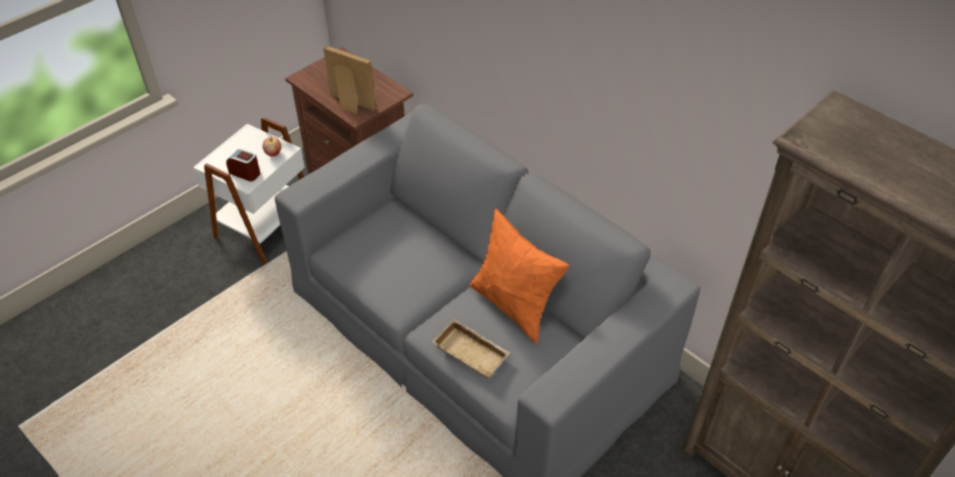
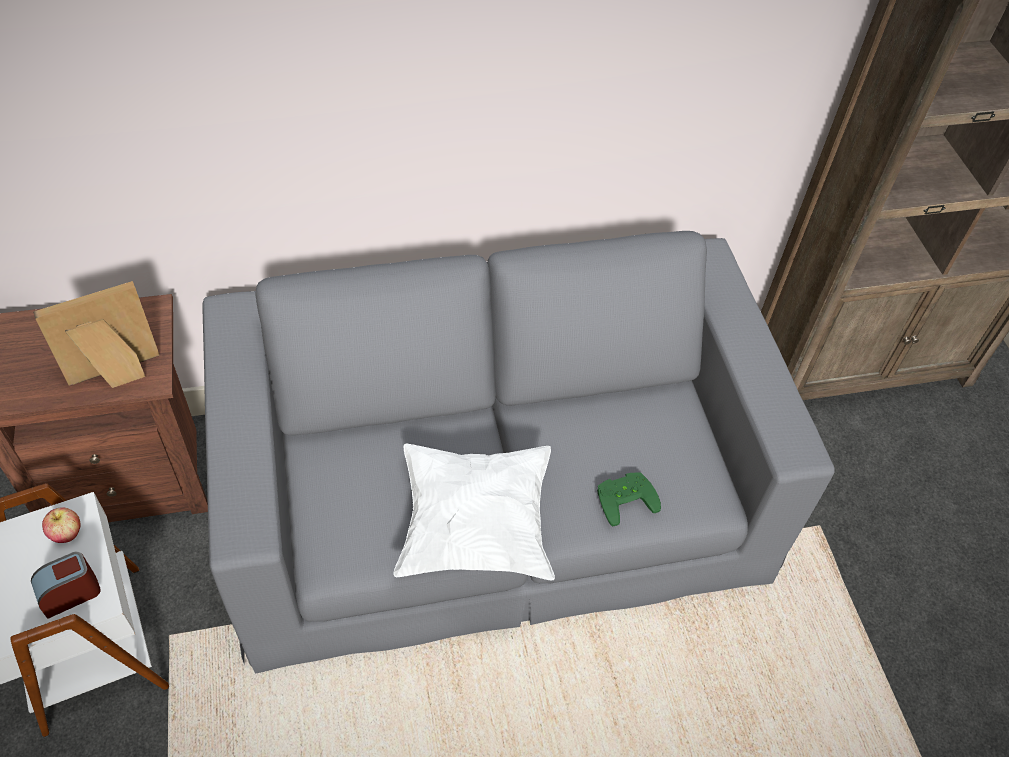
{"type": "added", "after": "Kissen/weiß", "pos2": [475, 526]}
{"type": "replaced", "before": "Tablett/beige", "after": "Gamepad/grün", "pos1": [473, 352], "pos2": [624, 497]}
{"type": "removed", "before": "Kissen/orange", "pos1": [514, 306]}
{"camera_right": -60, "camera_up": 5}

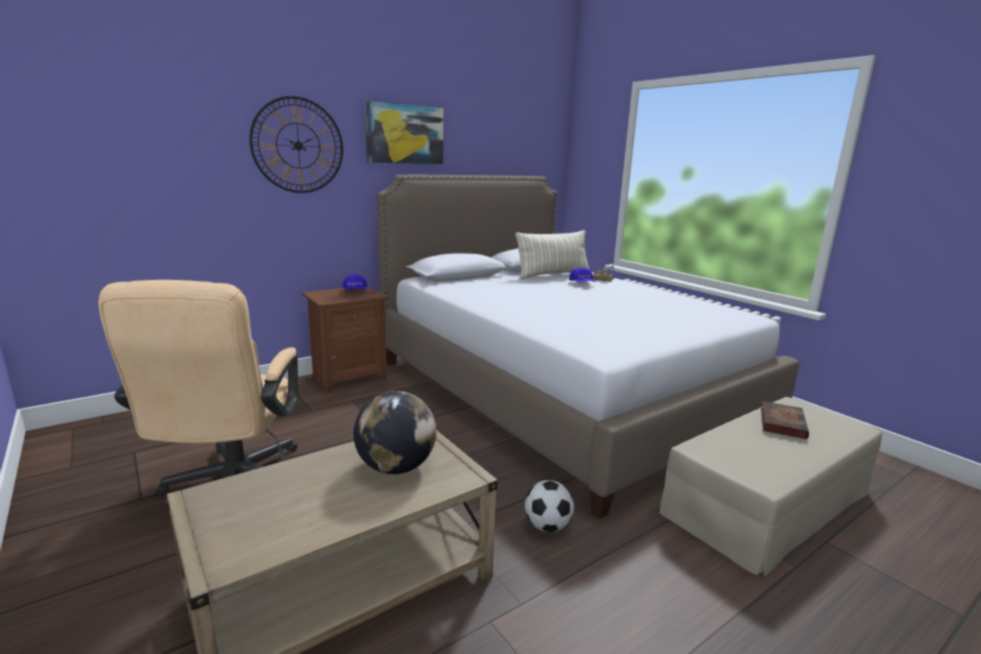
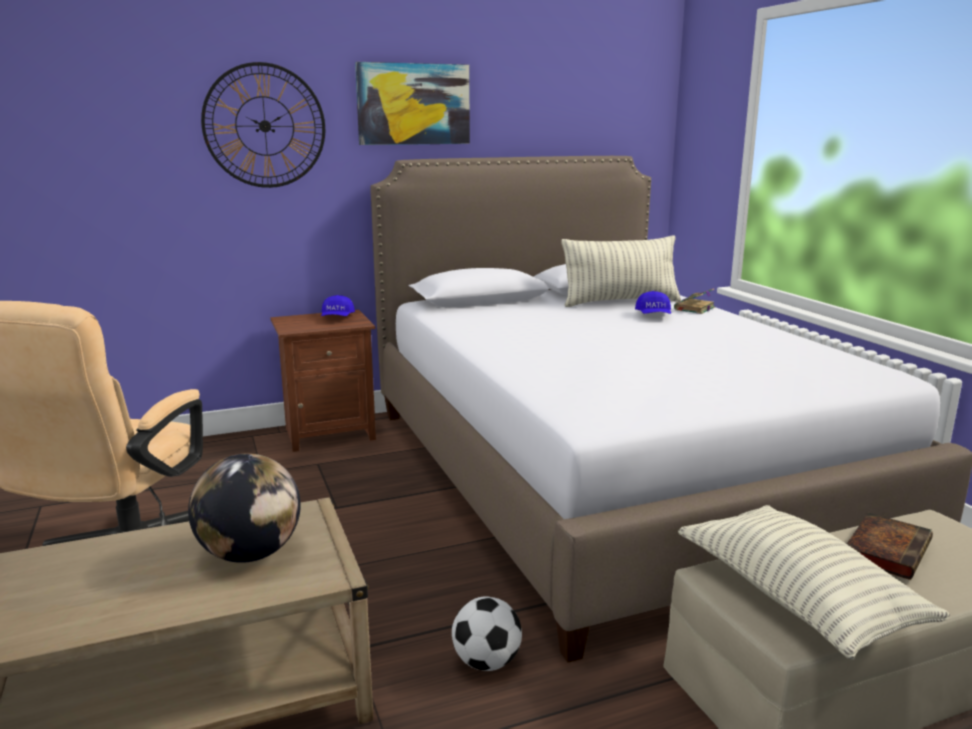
{"type": "added", "after": "Kissen", "pos2": [797, 599]}
{"camera_right": 15, "camera_up": 0}

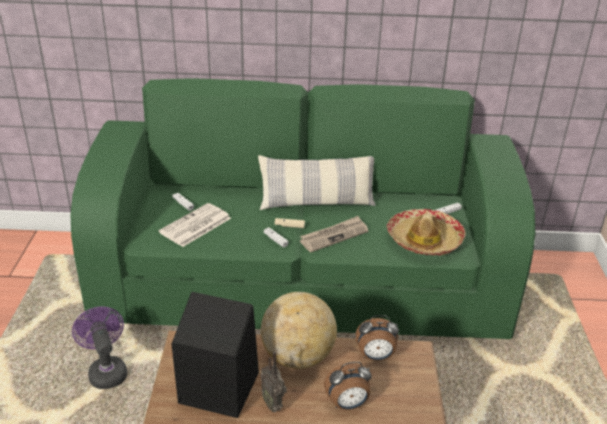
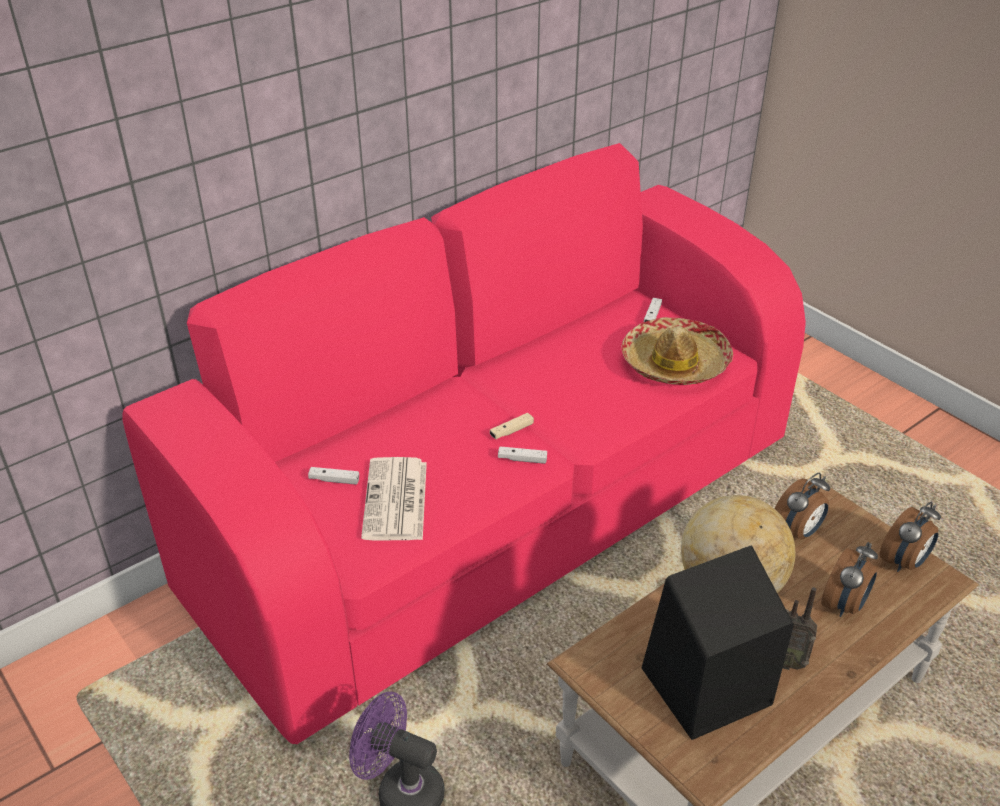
{"type": "recoloured", "before": "Sofa/grün", "after": "Sofa/rosa", "pos1": [302, 287], "pos2": [500, 511]}
{"type": "added", "after": "Wecker", "pos2": [904, 562]}
{"type": "removed", "before": "Kissen", "pos1": [317, 203]}
{"type": "removed", "before": "Zeitung", "pos1": [334, 236]}
{"camera_right": -40, "camera_up": 5}

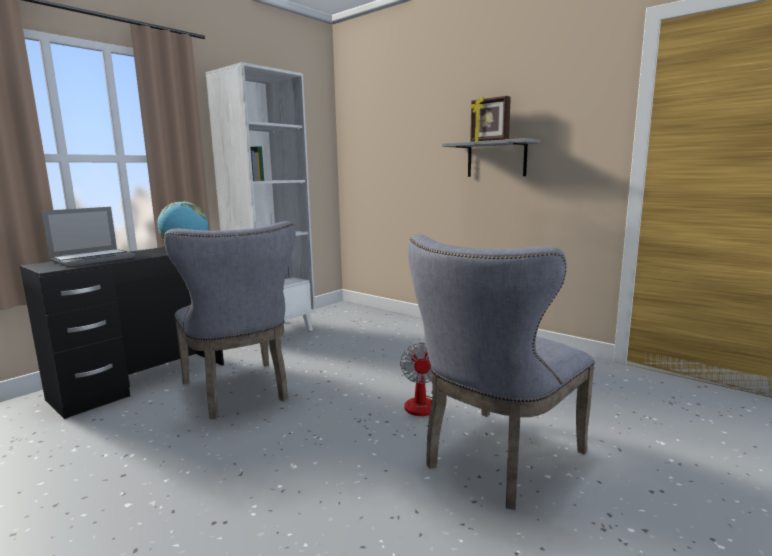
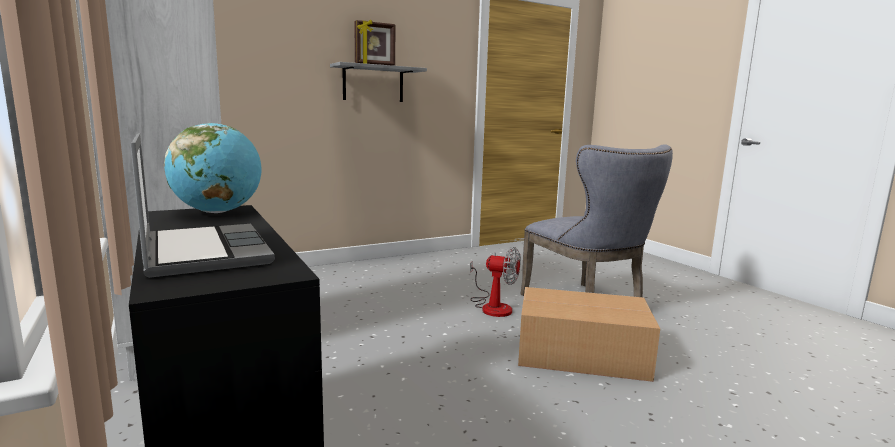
{"type": "added", "after": "Karton", "pos2": [583, 354]}
{"type": "removed", "before": "Stuhl/grau", "pos1": [240, 392]}
{"camera_right": -70, "camera_up": 0}

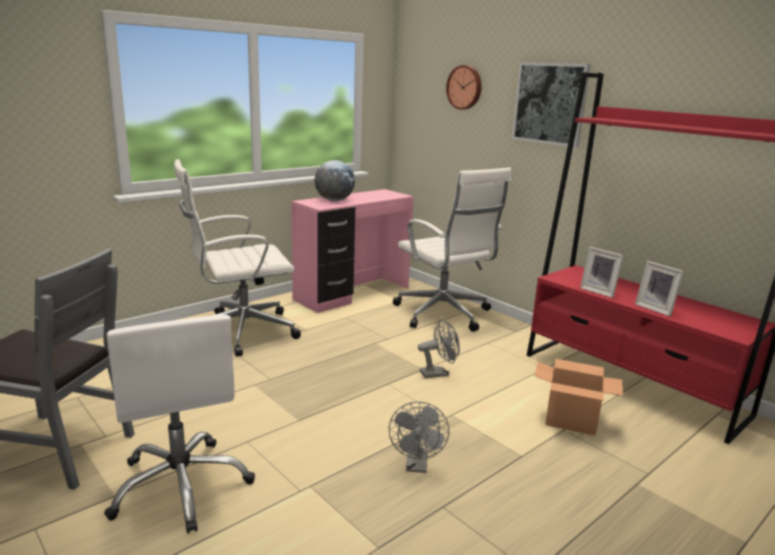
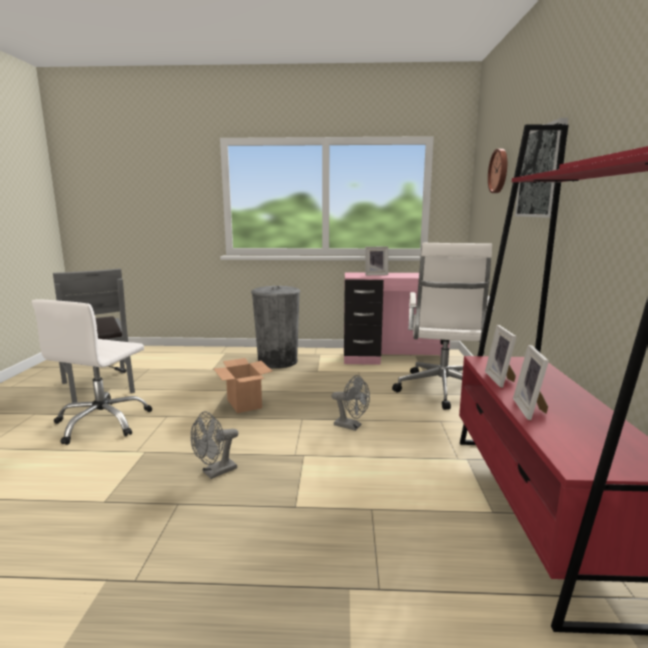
{"type": "moved", "before": "Karton", "pos1": [571, 421], "pos2": [244, 404]}
{"type": "replaced", "before": "Bürostuhl/weiß", "after": "Mülleimer/grau", "pos1": [240, 331], "pos2": [277, 361]}
{"type": "replaced", "before": "Globus", "after": "Bilderrahmen", "pos1": [334, 200], "pos2": [375, 274]}
{"camera_right": 45, "camera_up": -5}

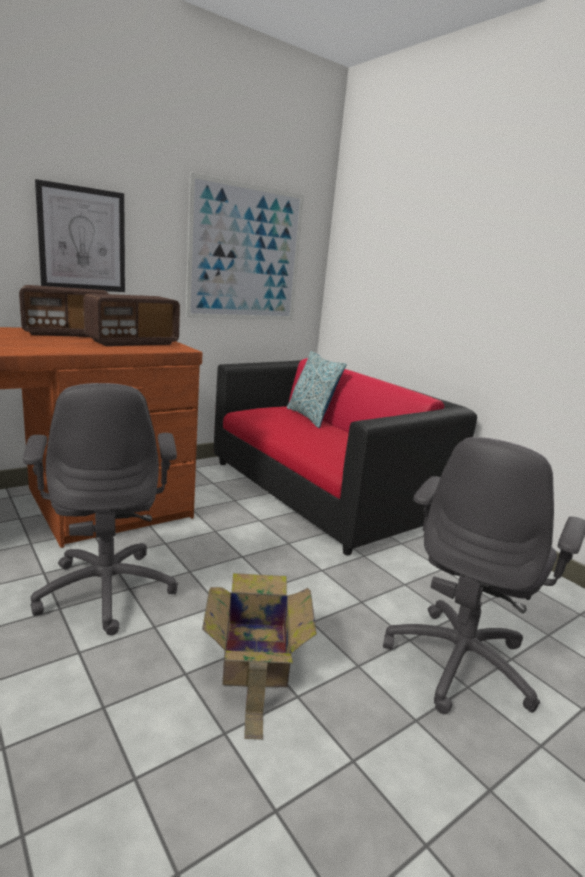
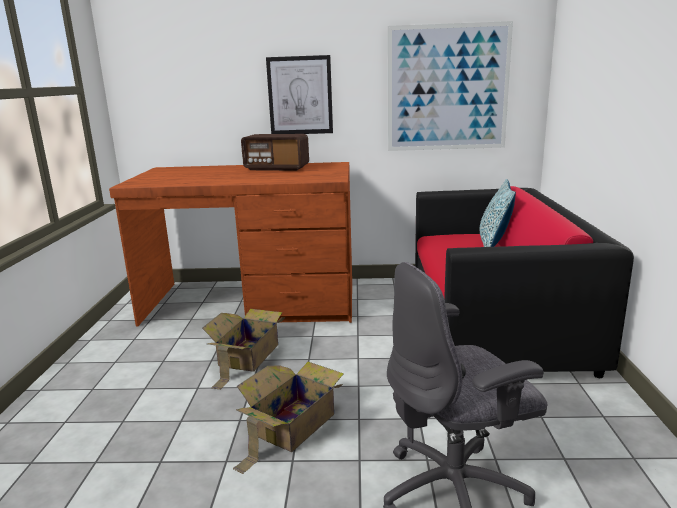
{"type": "replaced", "before": "Bürostuhl/grau", "after": "Karton", "pos1": [107, 589], "pos2": [247, 356]}
{"type": "removed", "before": "Radio", "pos1": [132, 342]}
{"camera_right": 40, "camera_up": 0}

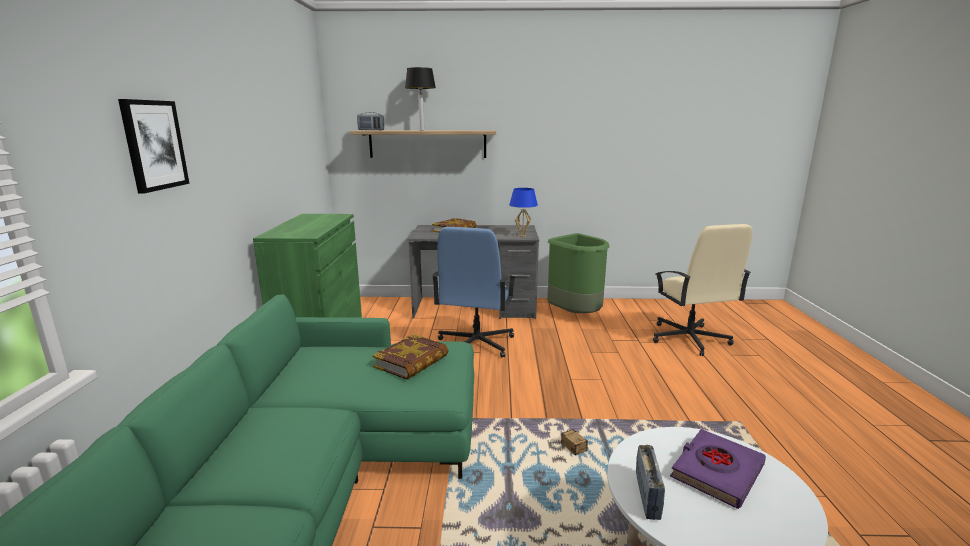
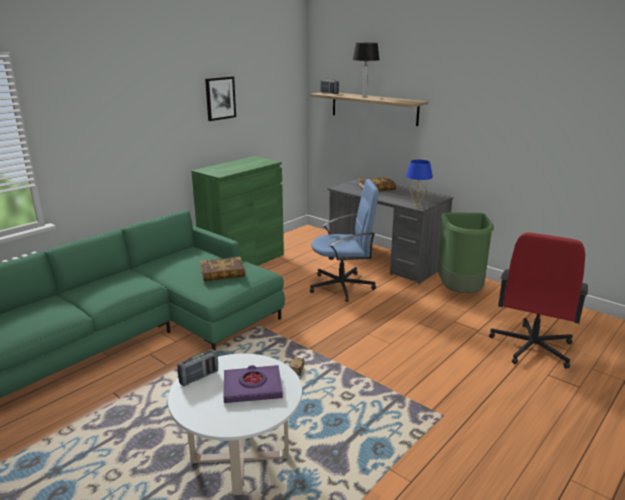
{"type": "moved", "before": "Bild", "pos1": [154, 145], "pos2": [220, 98]}
{"type": "turned", "before": "Bürostuhl/blau", "pos1": [475, 344], "pos2": [342, 286], "turn": -150}
{"type": "recoloured", "before": "Bürostuhl/beige", "after": "Bürostuhl/rot", "pos1": [689, 339], "pos2": [531, 347]}
{"camera_right": 40, "camera_up": 5}

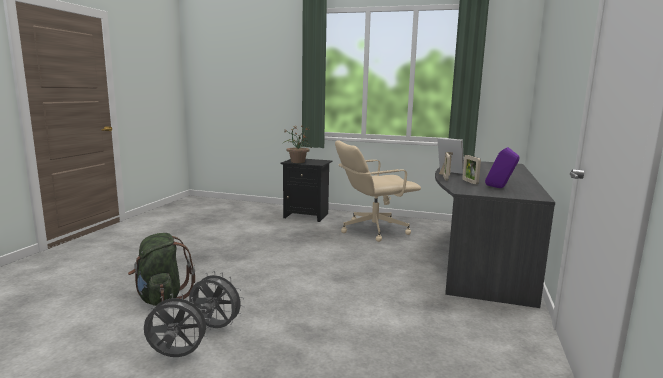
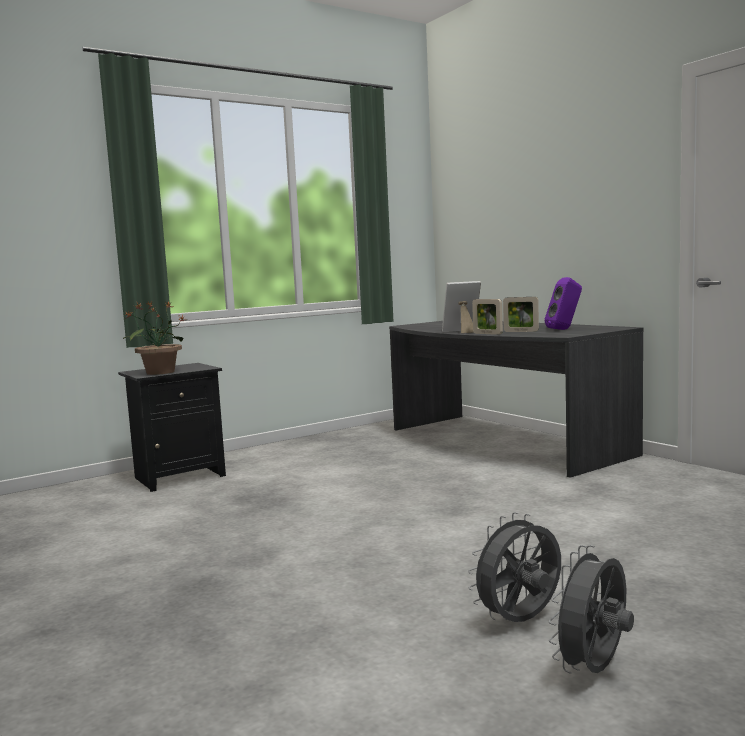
{"type": "removed", "before": "Rucksack/grün", "pos1": [161, 298]}
{"type": "removed", "before": "Bürostuhl/beige", "pos1": [373, 230]}
{"camera_right": -50, "camera_up": -5}

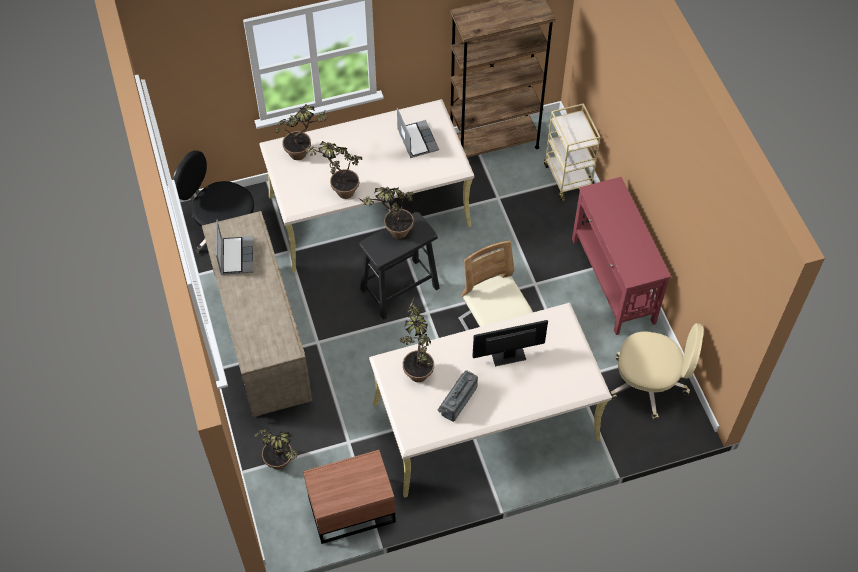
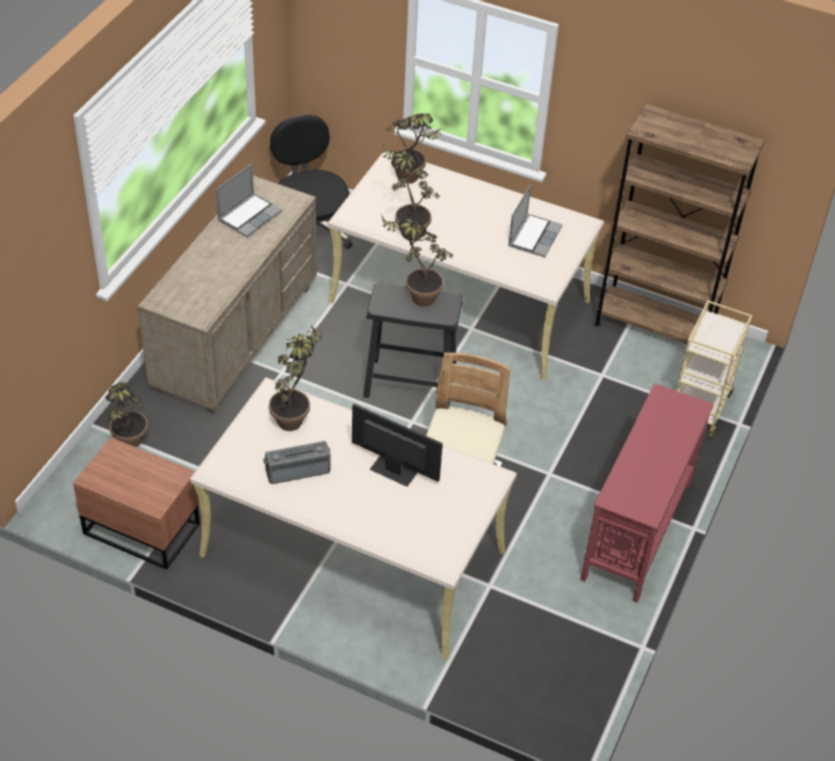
{"type": "removed", "before": "Bürostuhl/beige", "pos1": [649, 384]}
{"camera_right": 40, "camera_up": -10}

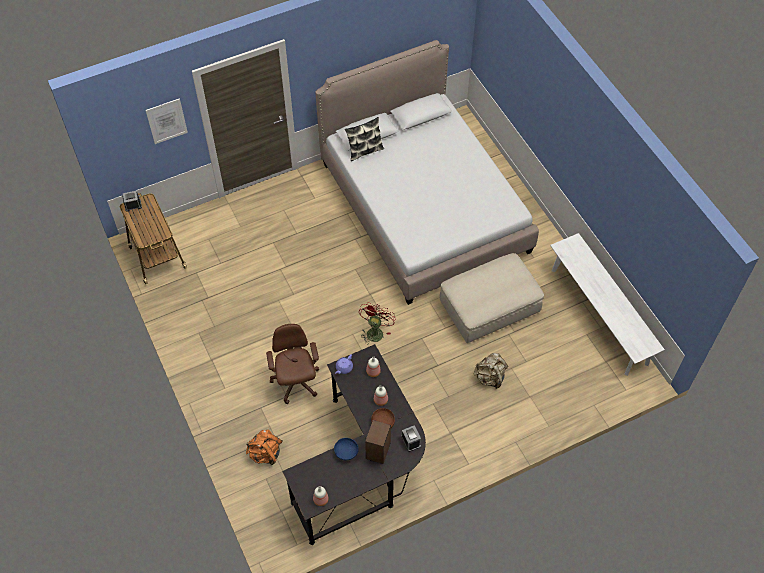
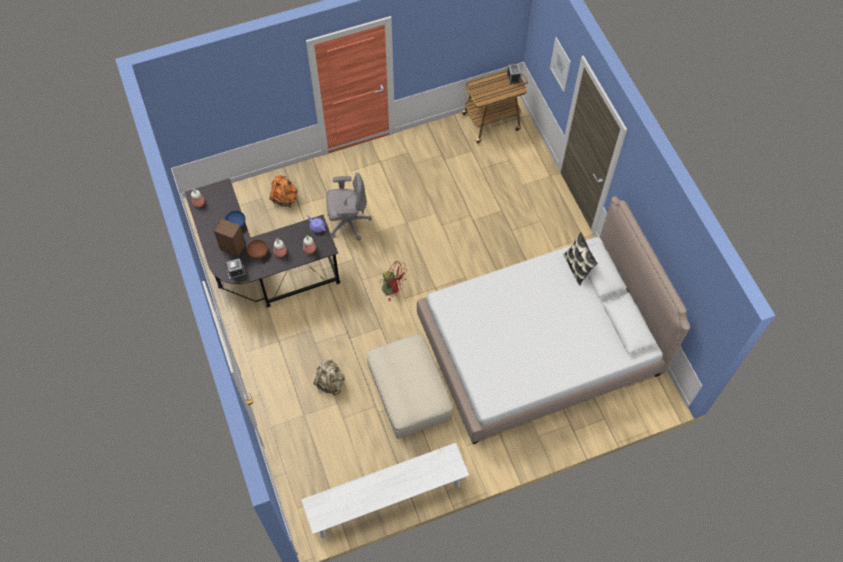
{"type": "recoloured", "before": "Bürostuhl/braun", "after": "Bürostuhl/grau", "pos1": [296, 382], "pos2": [348, 222]}
{"camera_right": 95, "camera_up": 5}

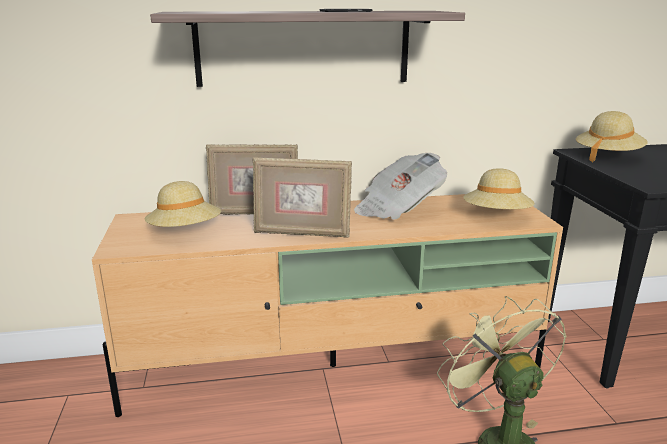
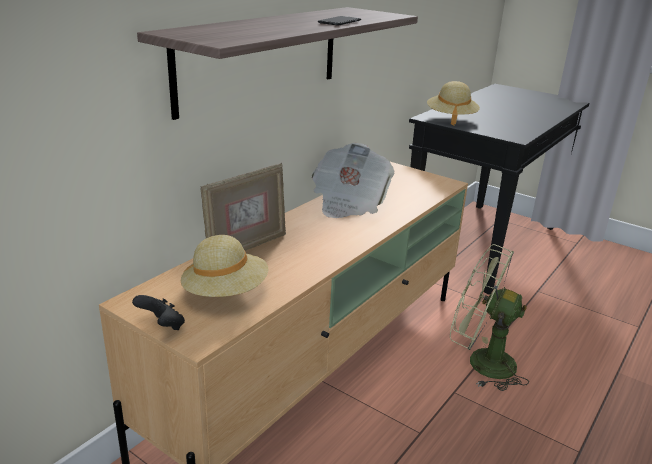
{"type": "added", "after": "Gamepad/schwarz", "pos2": [162, 326]}
{"type": "removed", "before": "Bilderrahmen", "pos1": [302, 233]}
{"type": "removed", "before": "Hut/beige", "pos1": [496, 216]}
{"camera_right": -45, "camera_up": 5}

